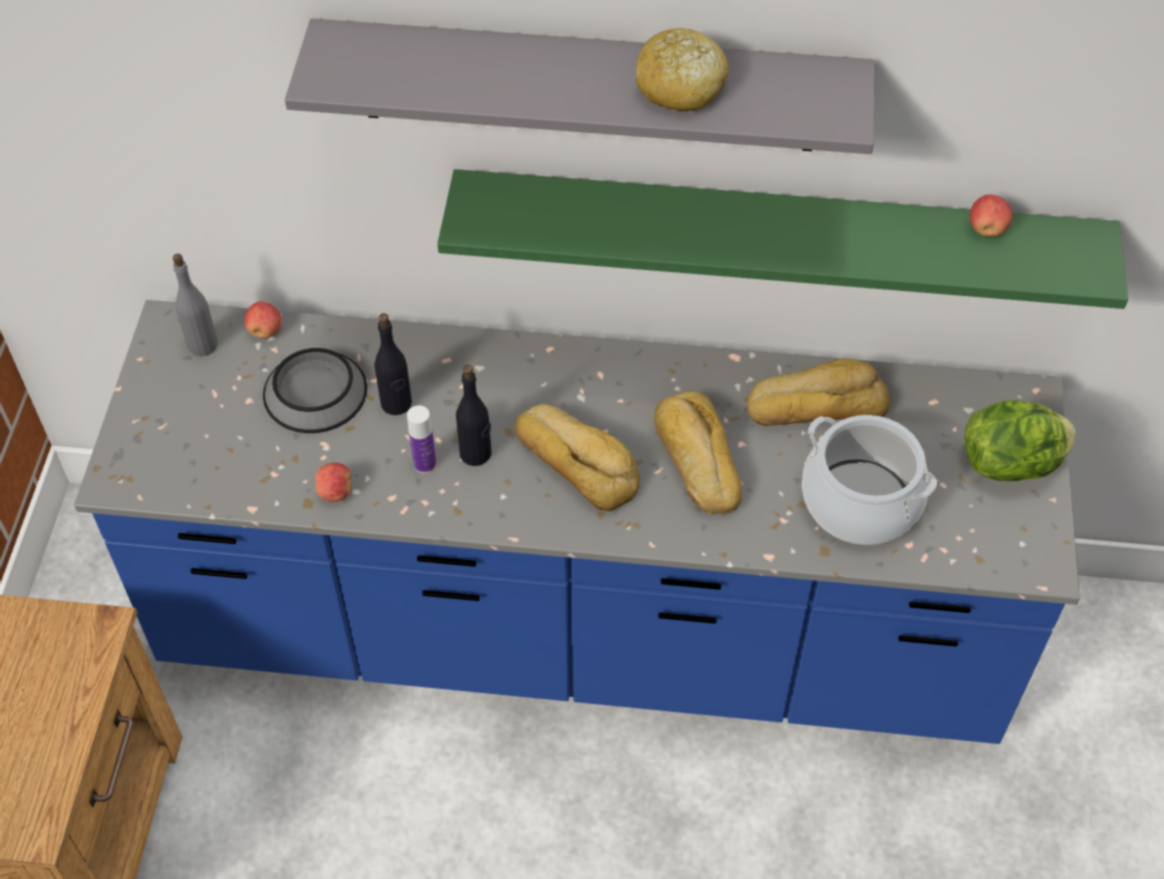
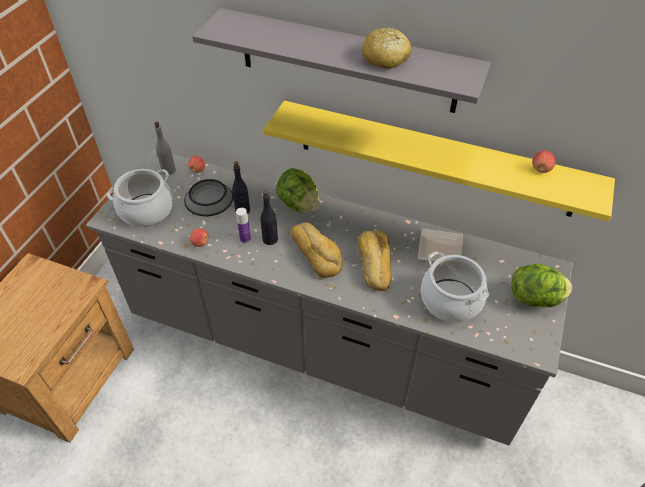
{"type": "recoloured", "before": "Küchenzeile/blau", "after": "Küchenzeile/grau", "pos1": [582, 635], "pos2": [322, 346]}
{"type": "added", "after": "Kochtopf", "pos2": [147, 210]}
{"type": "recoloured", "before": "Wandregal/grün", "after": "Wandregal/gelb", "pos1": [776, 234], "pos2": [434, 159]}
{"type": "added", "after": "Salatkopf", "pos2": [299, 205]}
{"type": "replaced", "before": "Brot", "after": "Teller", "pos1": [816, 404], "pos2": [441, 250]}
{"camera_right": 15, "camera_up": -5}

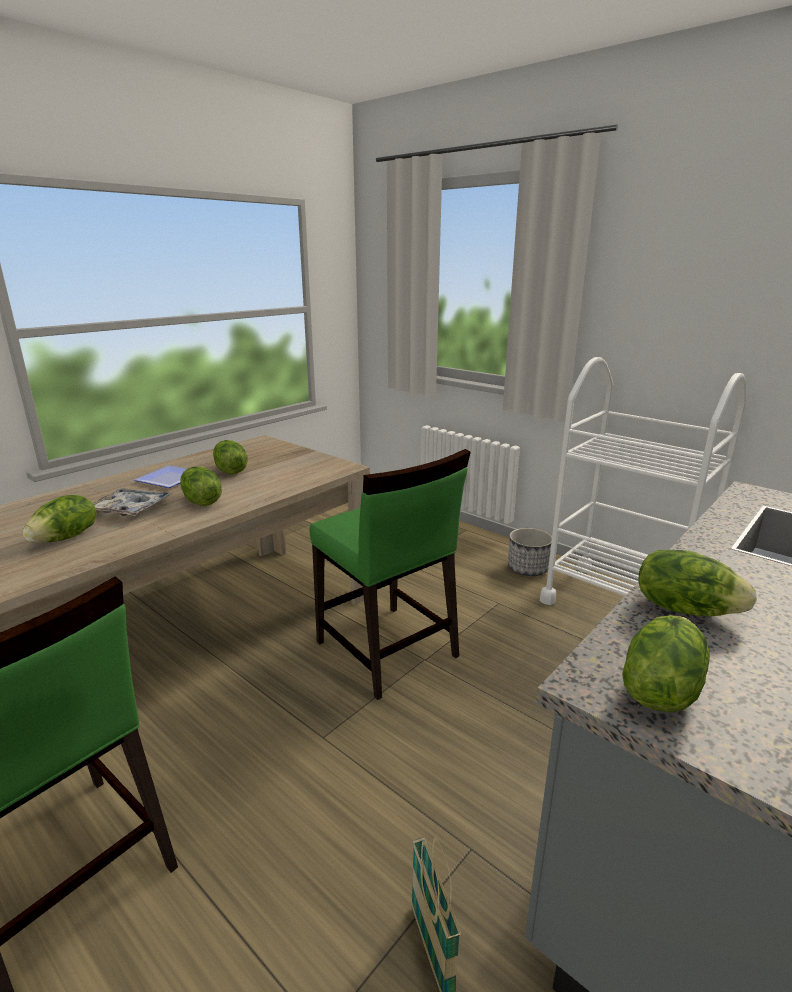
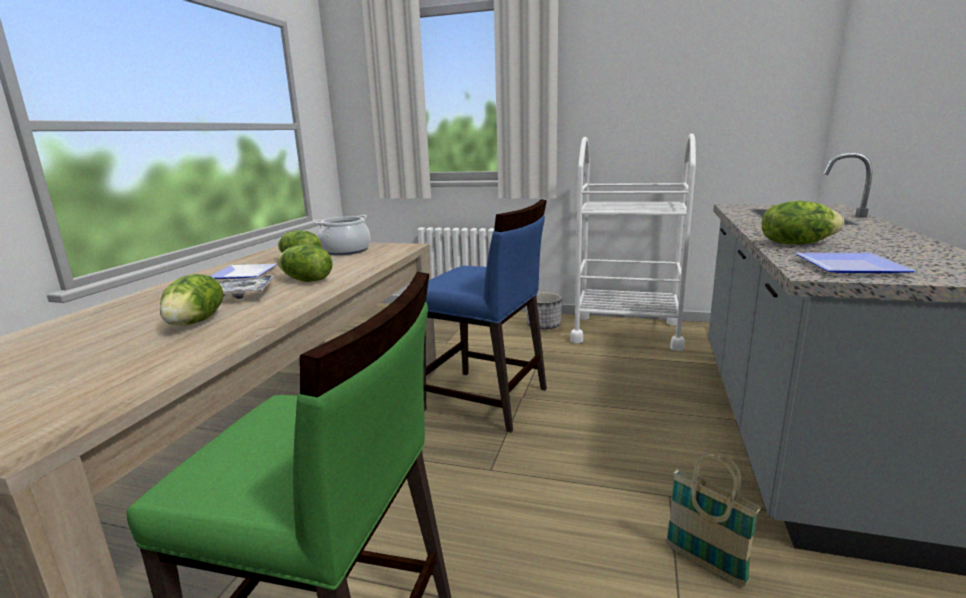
{"type": "added", "after": "Kochtopf", "pos2": [346, 251]}
{"type": "recoloured", "before": "Stuhl/grün", "after": "Stuhl/blau", "pos1": [386, 650], "pos2": [486, 400]}
{"type": "replaced", "before": "Salatkopf", "after": "Teller", "pos1": [659, 688], "pos2": [848, 268]}
{"camera_right": -25, "camera_up": -5}

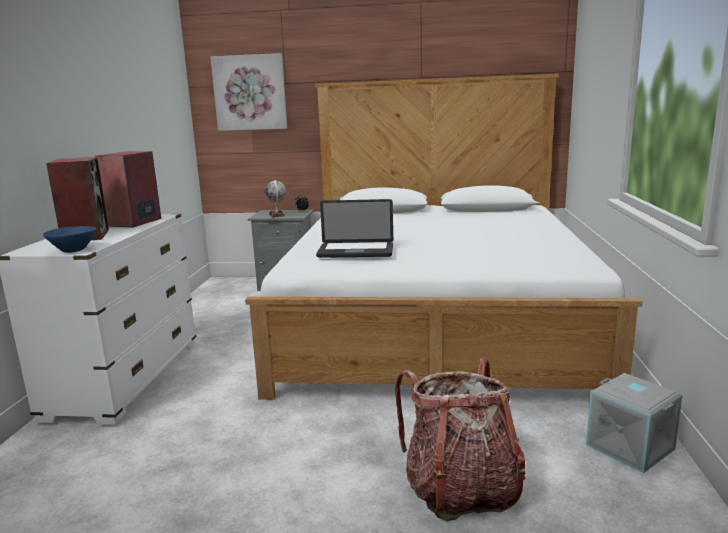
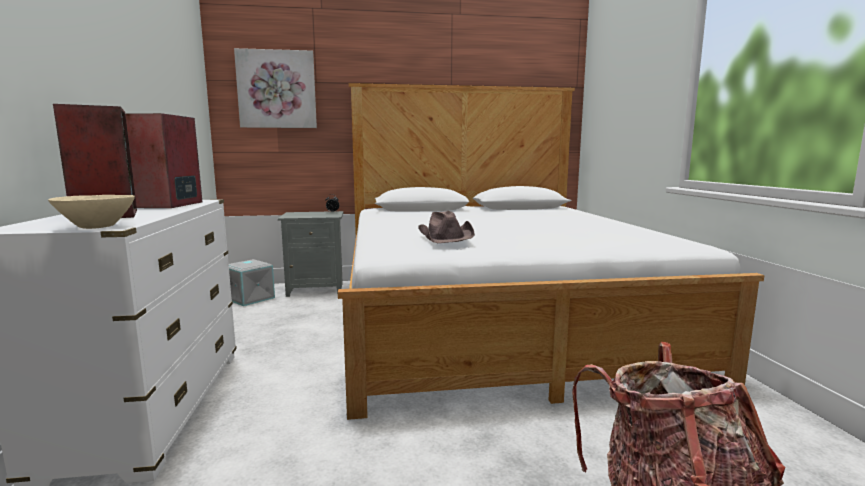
{"type": "recoloured", "before": "Schüssel/blau", "after": "Schüssel/beige", "pos1": [73, 250], "pos2": [97, 226]}
{"type": "moved", "before": "Aufbewahrungsbox/grau", "pos1": [631, 446], "pos2": [251, 298]}
{"type": "replaced", "before": "Laptop", "after": "Hut/braun", "pos1": [355, 251], "pos2": [446, 237]}
{"type": "removed", "before": "Globus", "pos1": [277, 215]}
{"camera_right": -15, "camera_up": -5}

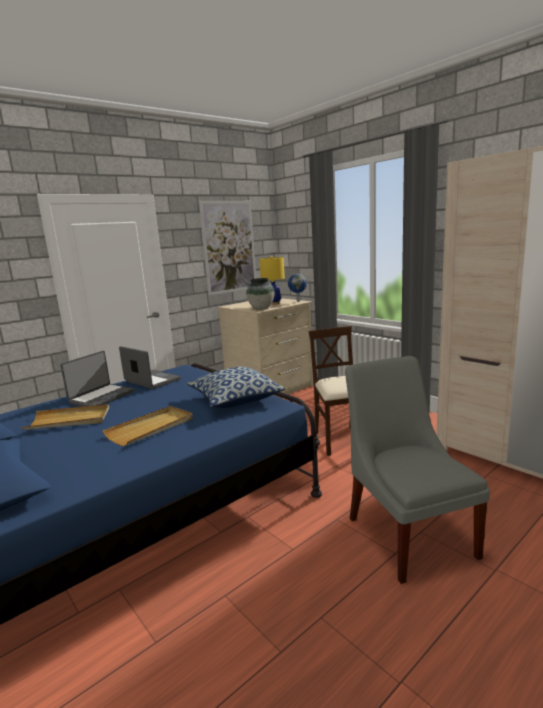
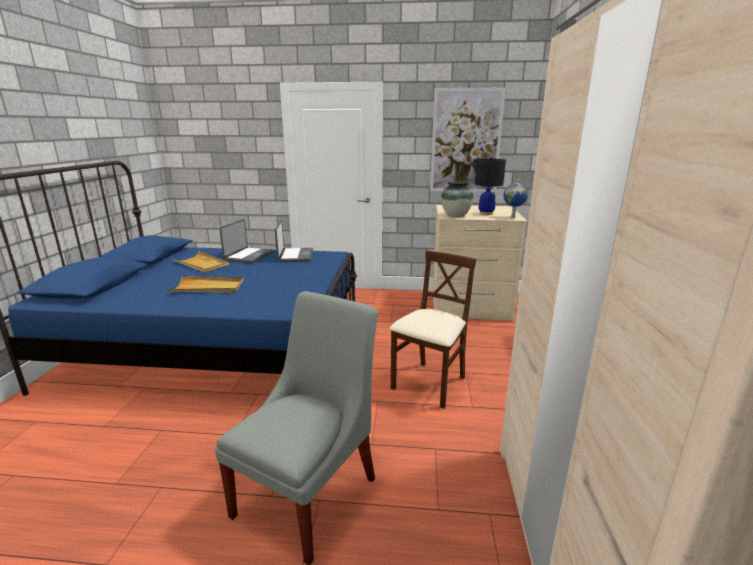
{"type": "turned", "before": "Laptop", "pos1": [101, 397], "pos2": [248, 256], "turn": -60}
{"type": "recoloured", "before": "Tischlampe/gelb", "after": "Tischlampe/schwarz", "pos1": [274, 303], "pos2": [486, 213]}
{"type": "removed", "before": "Kissen", "pos1": [235, 399]}
{"camera_right": 45, "camera_up": 5}

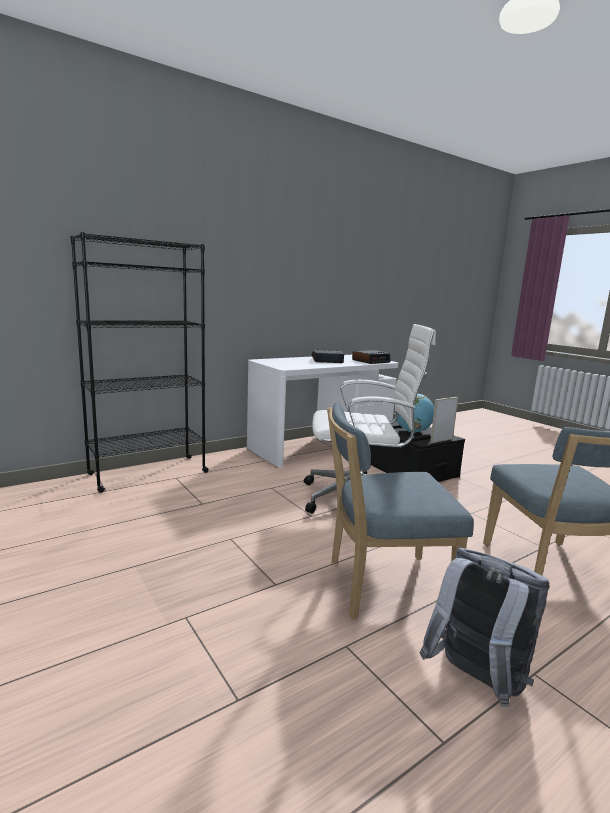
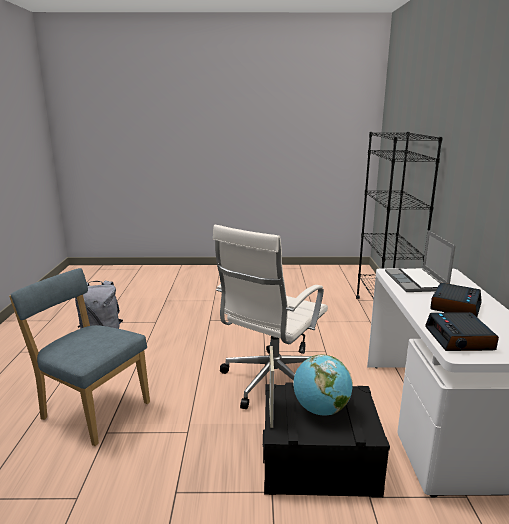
{"type": "added", "after": "Laptop", "pos2": [416, 282]}
{"type": "removed", "before": "Stuhl/blau", "pos1": [382, 586]}
{"camera_right": 125, "camera_up": 5}

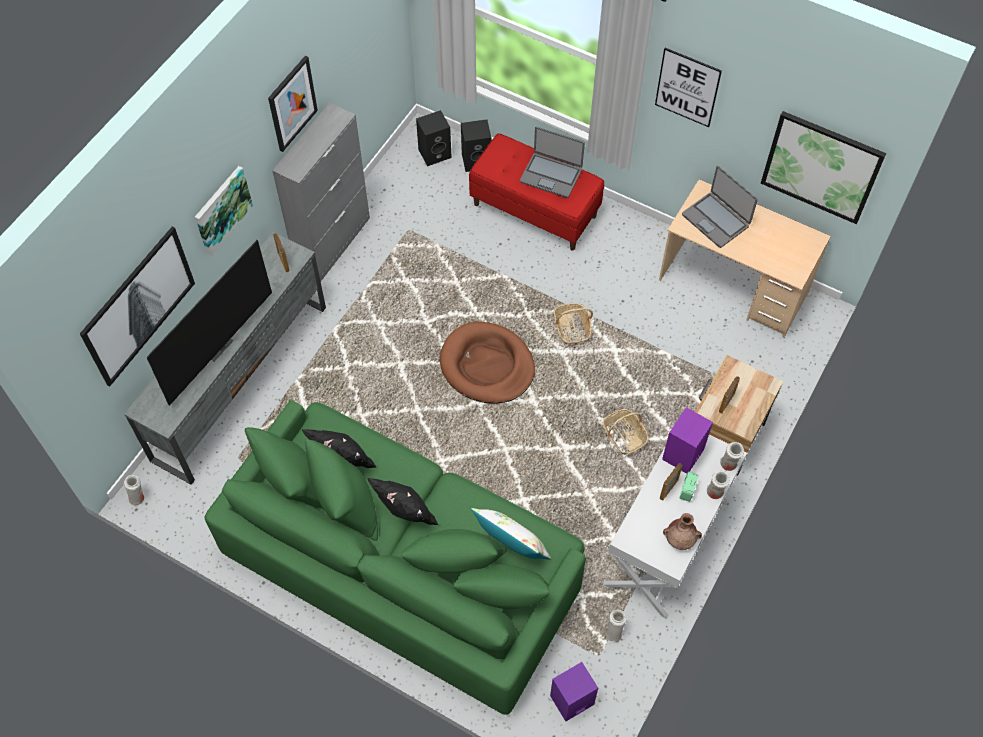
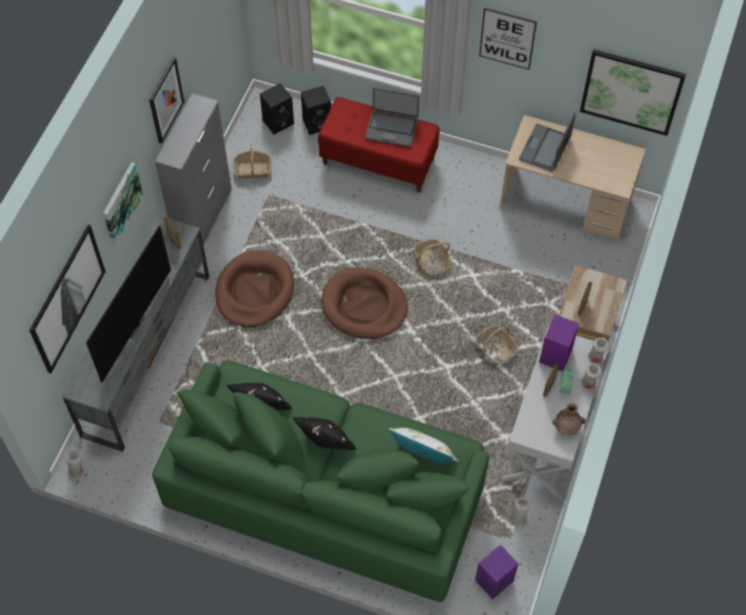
{"type": "added", "after": "Hundebett/braun", "pos2": [254, 291]}
{"type": "added", "after": "Korb", "pos2": [253, 169]}
{"type": "turned", "before": "Laptop", "pos1": [716, 220], "pos2": [545, 148], "turn": 75}
{"camera_right": -10, "camera_up": 0}

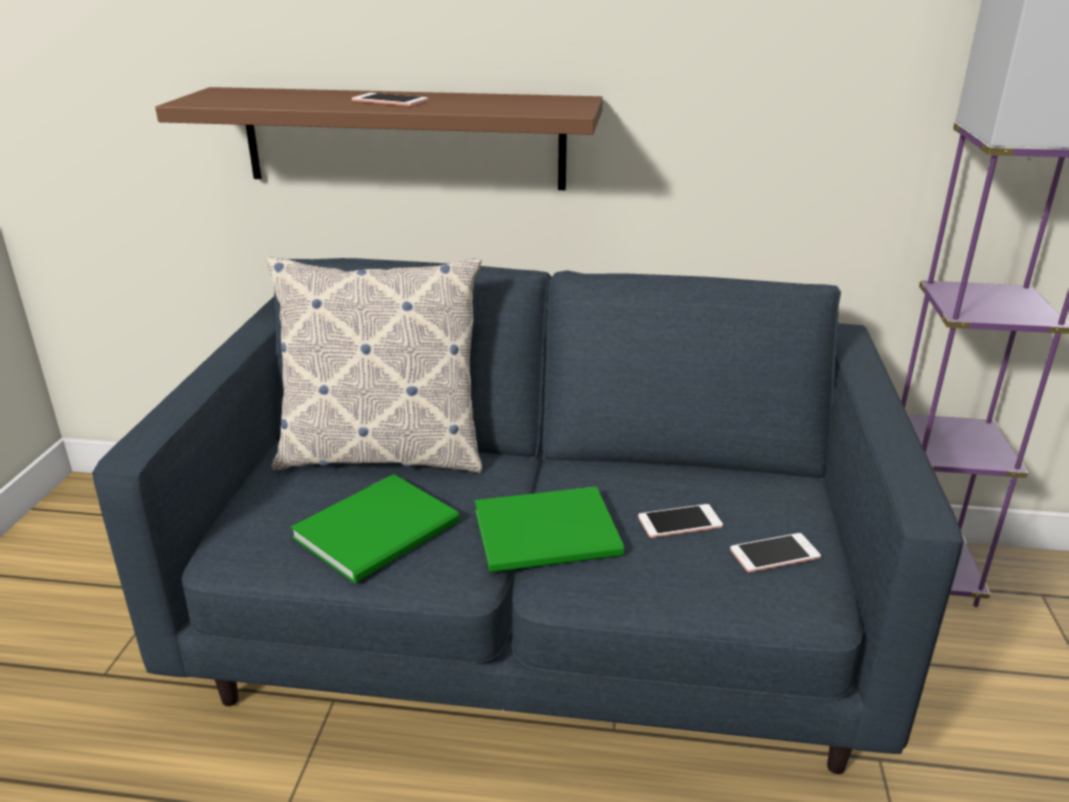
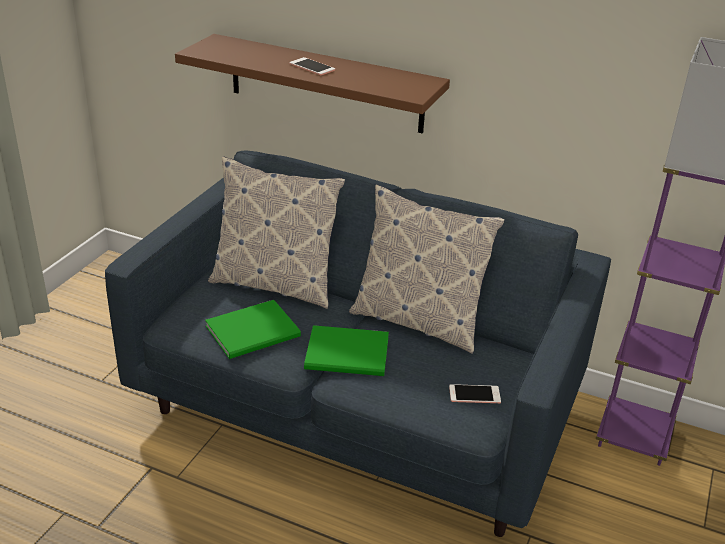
{"type": "added", "after": "Kissen", "pos2": [418, 321]}
{"type": "removed", "before": "Handy", "pos1": [680, 522]}
{"camera_right": 15, "camera_up": 5}

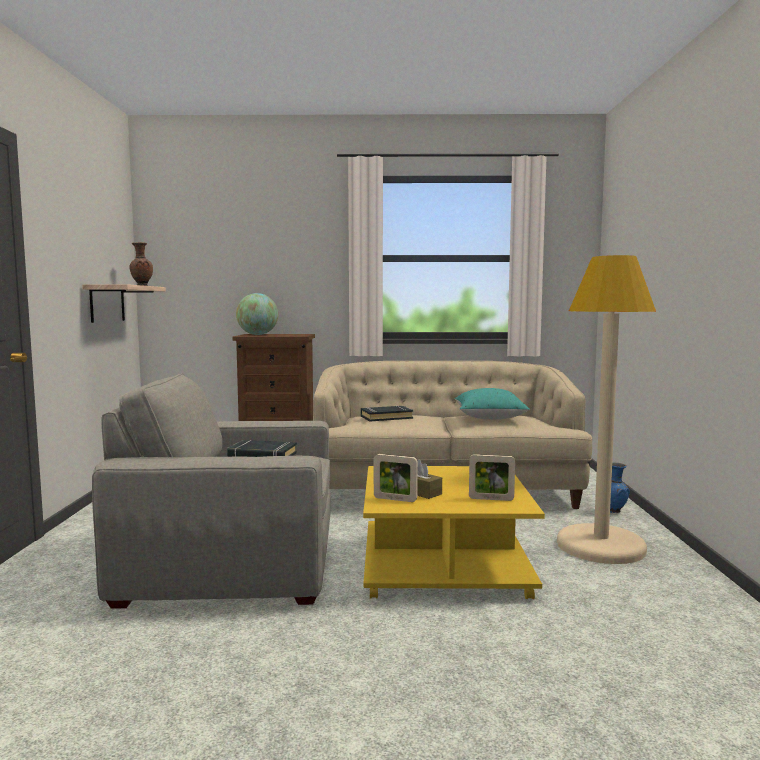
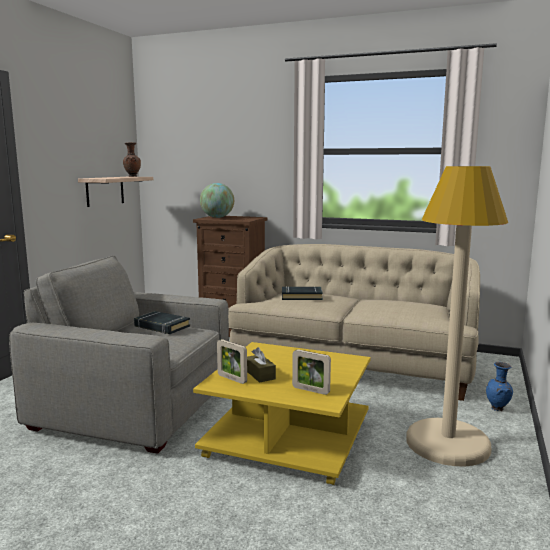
{"type": "removed", "before": "Kissen/türkis", "pos1": [489, 418]}
{"camera_right": 20, "camera_up": 5}

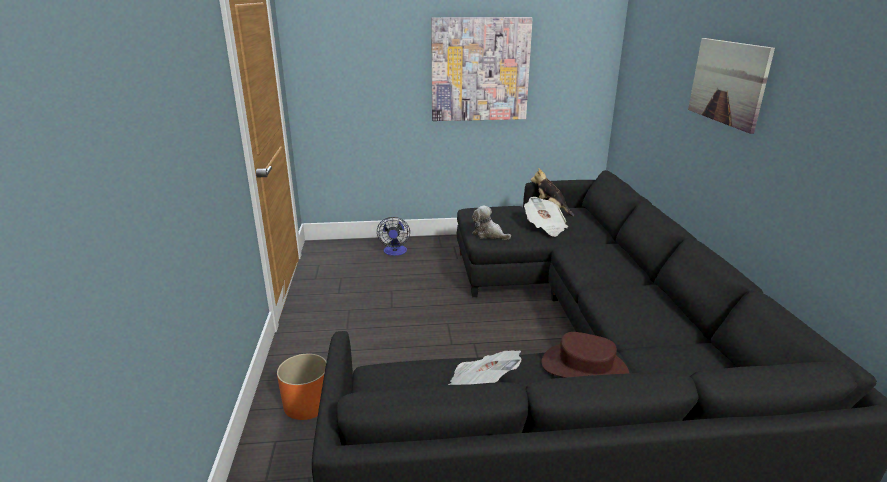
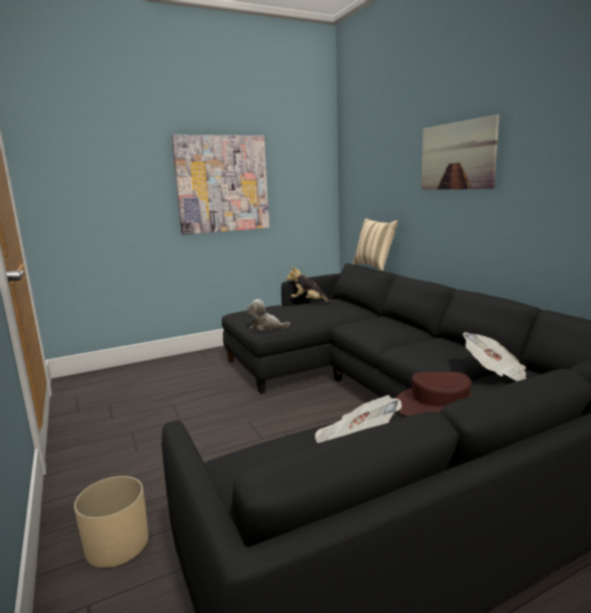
{"type": "recoloured", "before": "Pflanzkübel/orange", "after": "Pflanzkübel/beige", "pos1": [307, 404], "pos2": [117, 544]}
{"type": "added", "after": "Kissen/beige", "pos2": [374, 266]}
{"type": "moved", "before": "Zeitung", "pos1": [545, 227], "pos2": [495, 374]}
{"type": "removed", "before": "Ventilator", "pos1": [395, 252]}
{"camera_right": -20, "camera_up": -10}

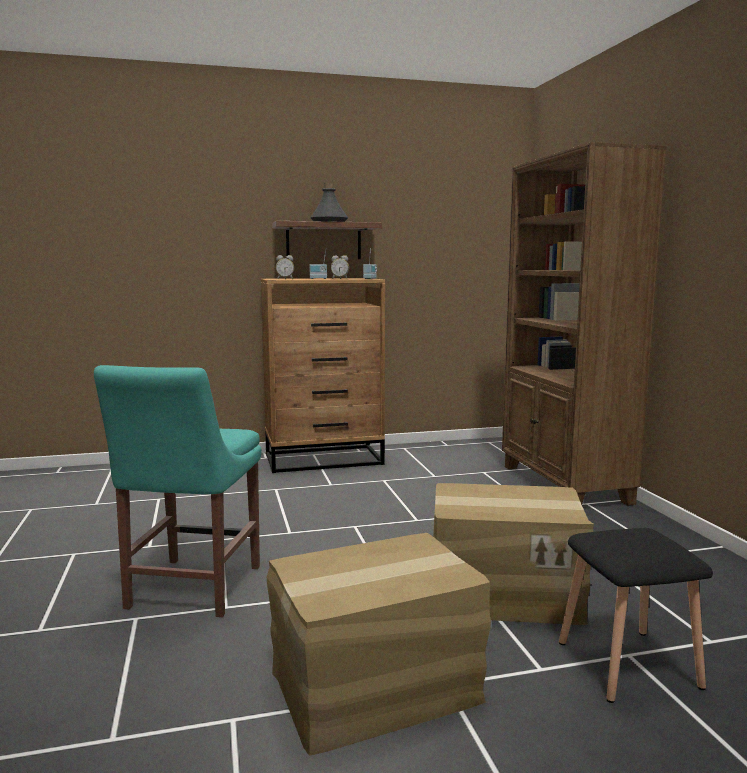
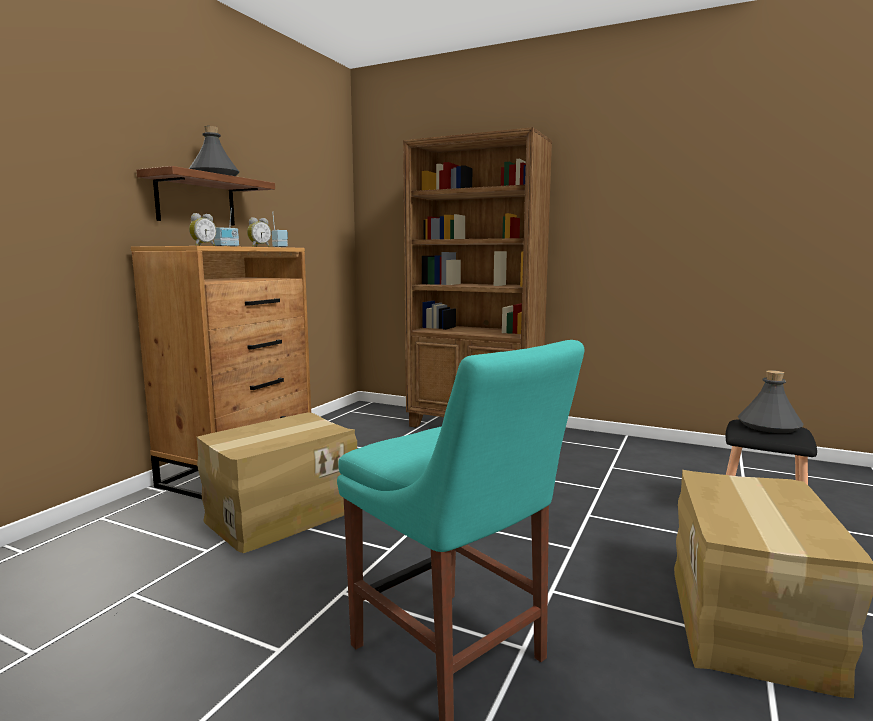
{"type": "moved", "before": "Karton", "pos1": [505, 593], "pos2": [281, 514]}
{"type": "added", "after": "Flasche/grau", "pos2": [769, 426]}
{"camera_right": -50, "camera_up": 0}

